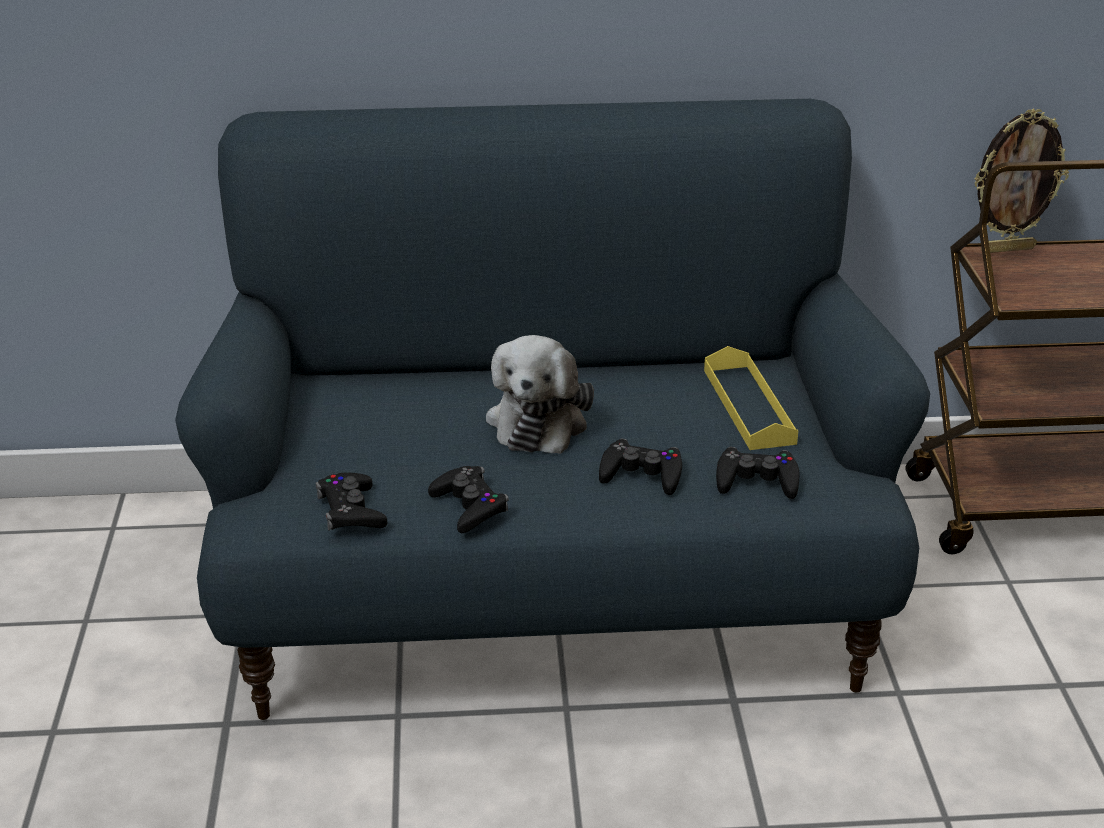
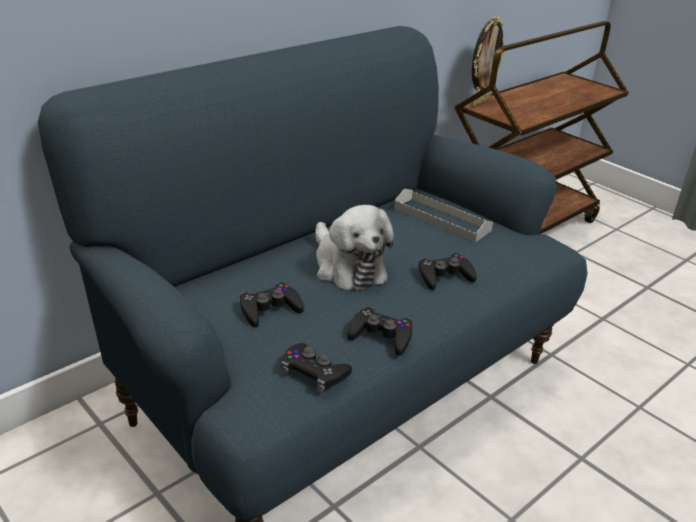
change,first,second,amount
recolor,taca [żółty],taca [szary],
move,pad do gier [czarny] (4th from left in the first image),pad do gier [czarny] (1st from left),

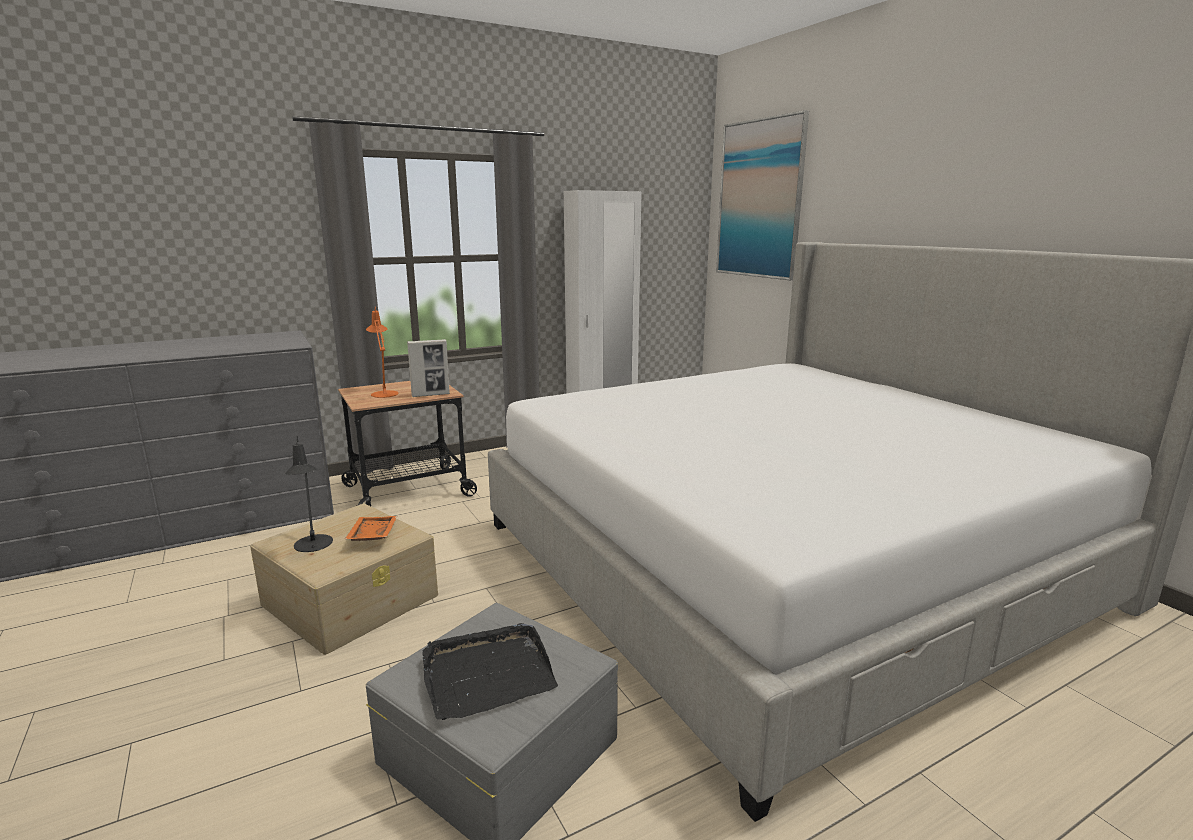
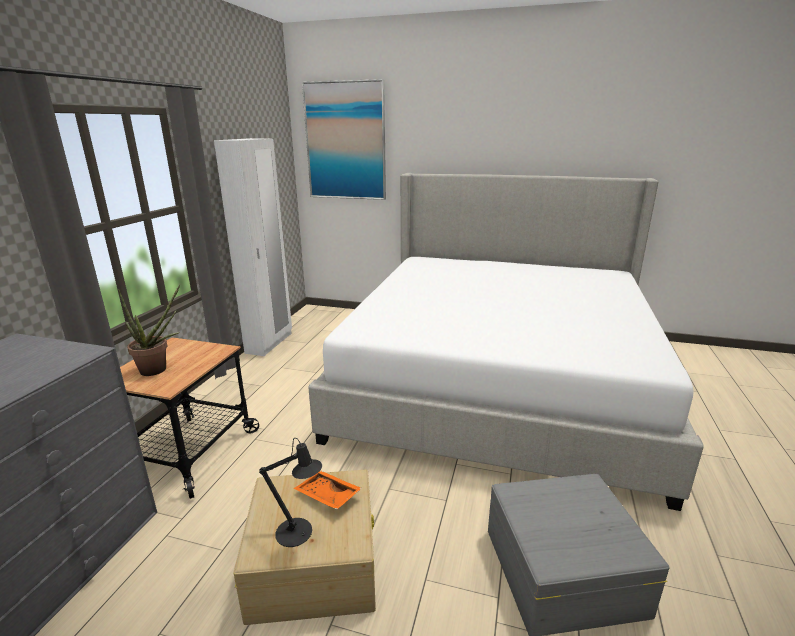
change,first,second,amount
replace,lampa stołowa [pomarańczowy],roślina doniczkowa,
delete,ramka na zdjęcie,,
delete,taca [czarny],,

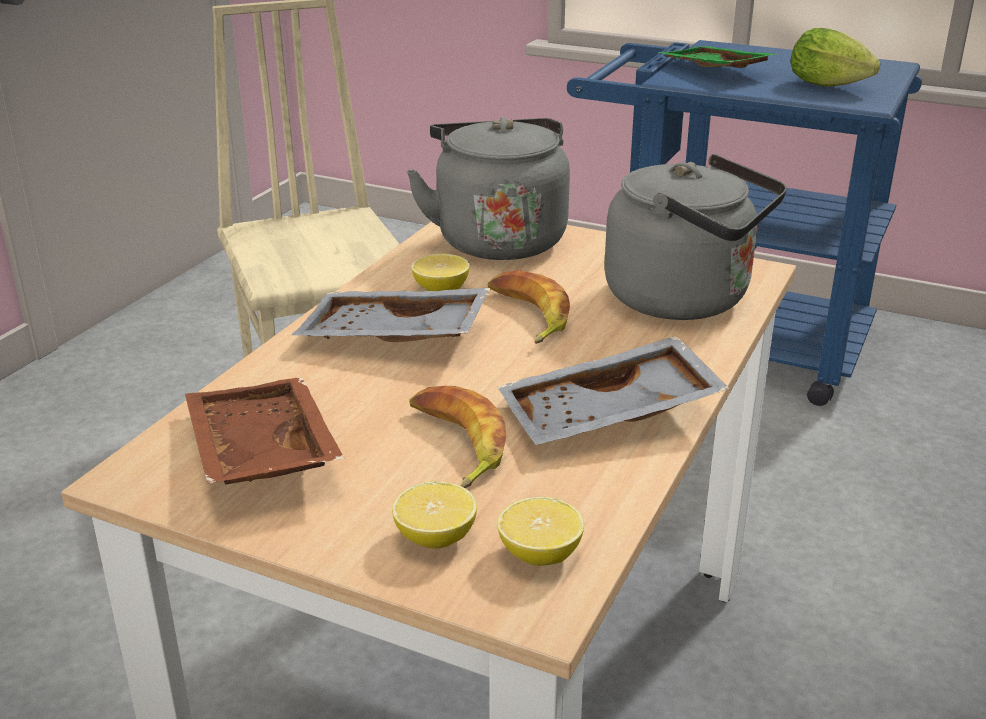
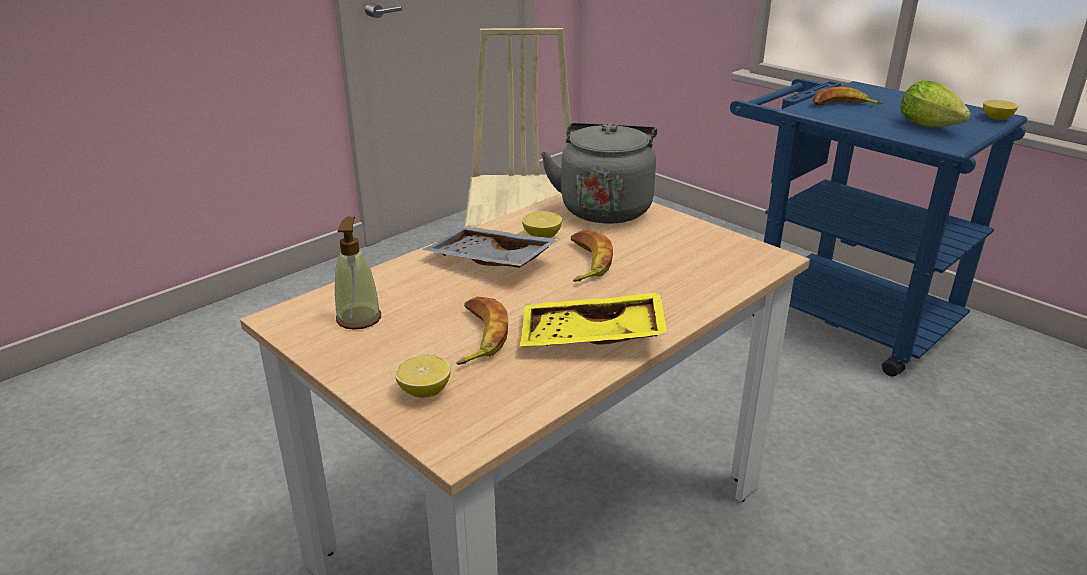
change,first,second,amount
replace,taca [brązowy],dozownik mydła,
recolor,taca [szary] (2nd from left),taca [żółty],
move,cytryna (3rd from left),,
delete,czajnik [szary] (2nd from left),,
replace,taca [zielony],banan (3rd from left),

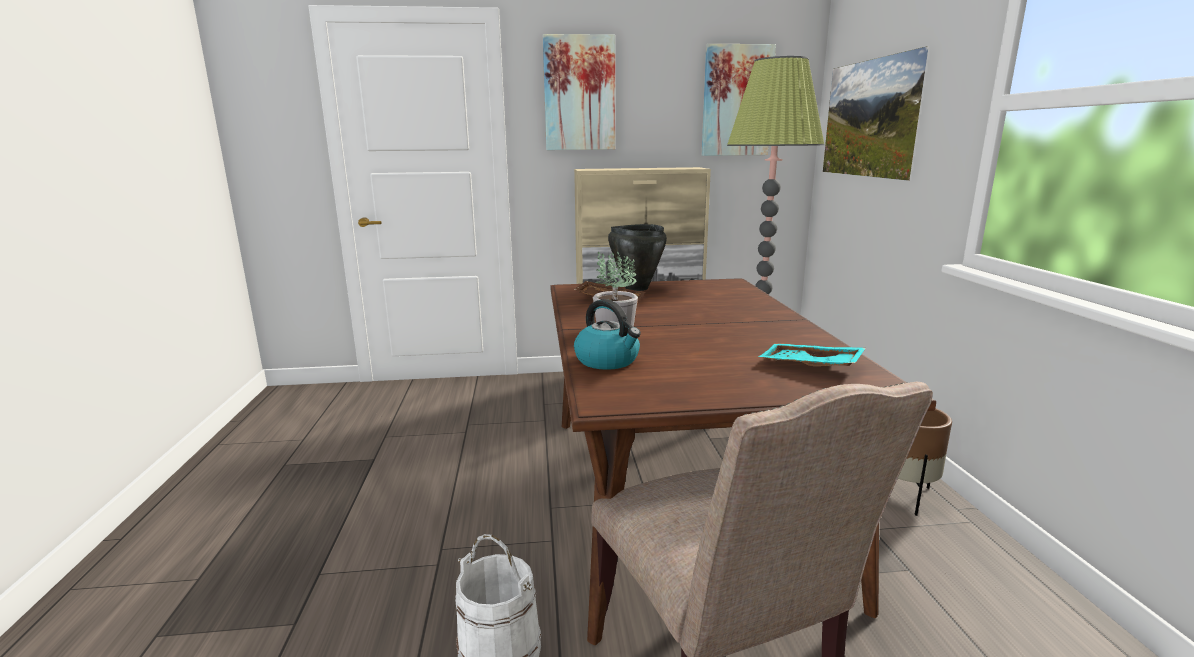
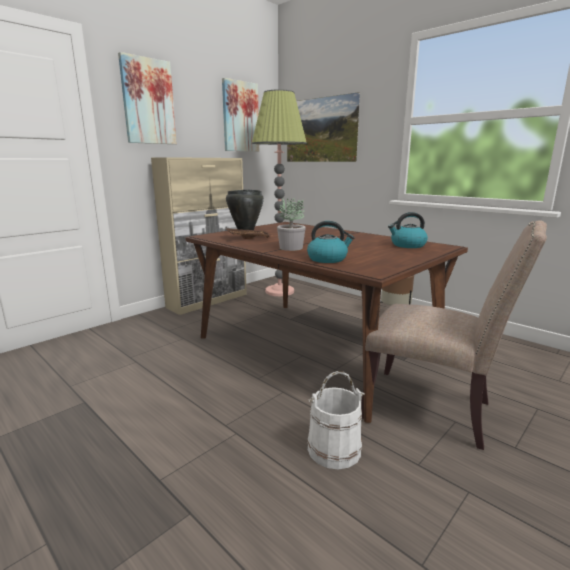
change,first,second,amount
replace,taca [turkusowy],czajnik (2nd from left),

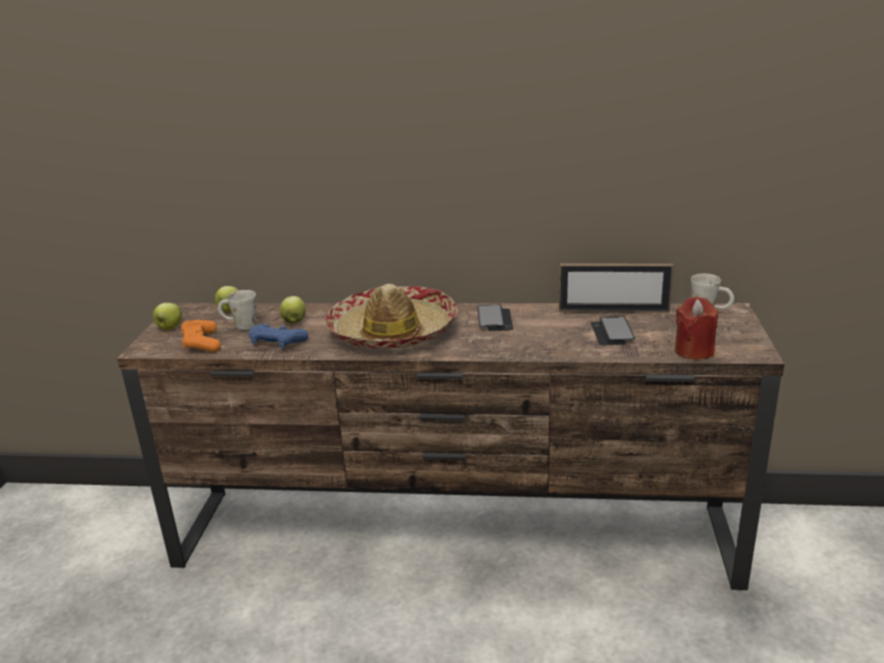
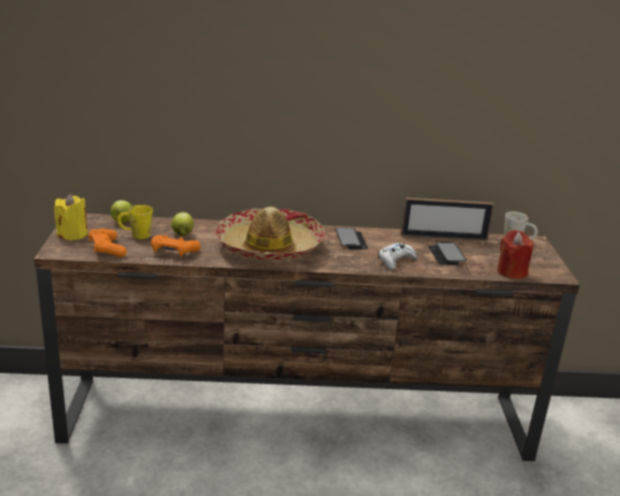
change,first,second,amount
replace,jabłko (1st from left),świeca [żółty],
recolor,kubek [biały] (1st from left),kubek [żółty],
recolor,pad do gier [niebieski],pad do gier [pomarańczowy] (2nd from left),
insert,,pad do gier [biały],

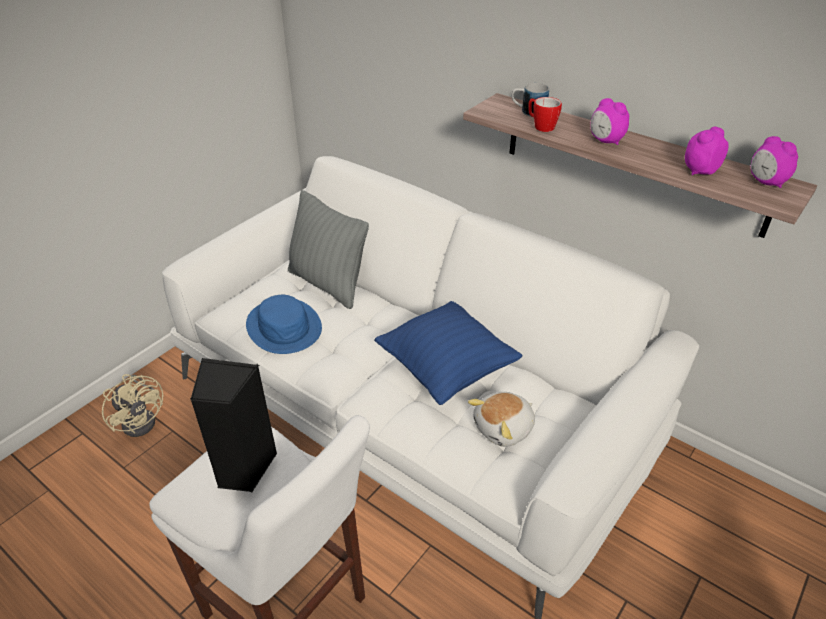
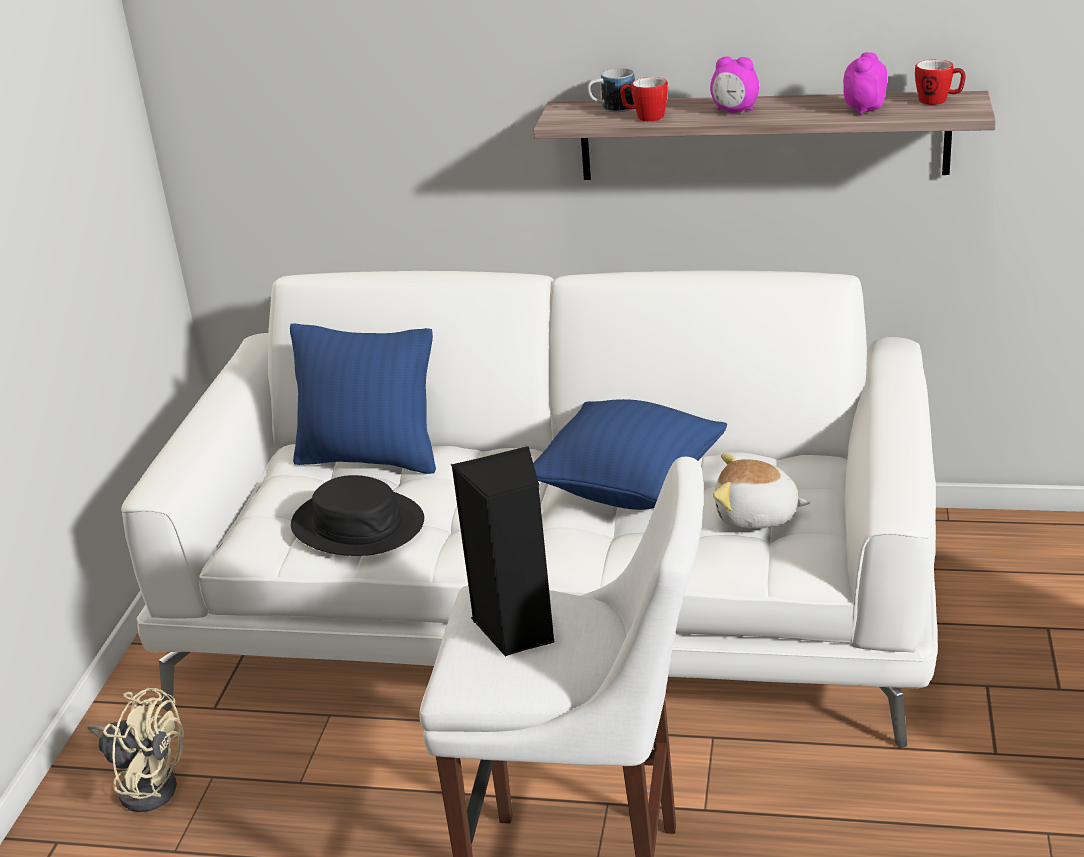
change,first,second,amount
recolor,kapelusz [niebieski],kapelusz [czarny],
recolor,poduszka [szary],poduszka [niebieski] (1st from left),
rotate,pluszak,,75 degrees clockwise
replace,budzik (3rd from left),kubek (3rd from left),

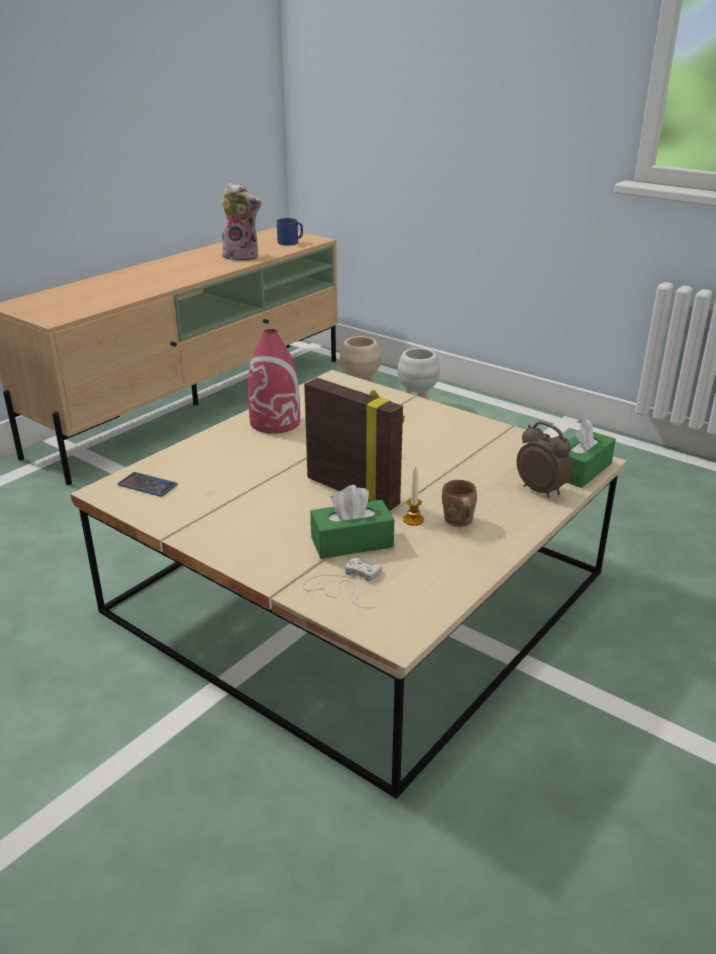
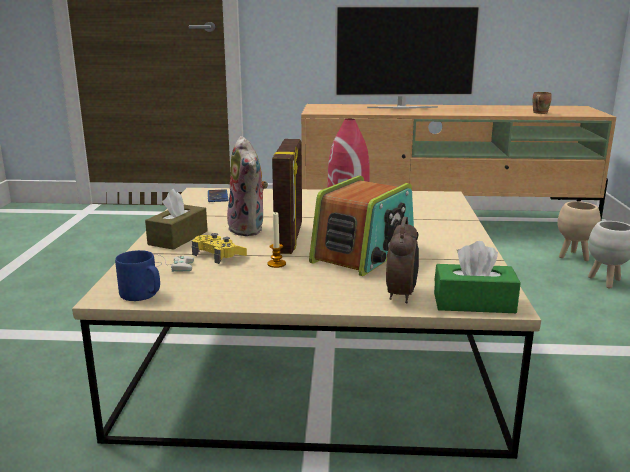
change,first,second,amount
move,pluszak,,
move,kubek [niebieski],,
replace,pudełko chusteczek [zielony] (1st from left),pad do gier [żółty],
move,kubek [brązowy],,
insert,,pudełko chusteczek [brązowy],
insert,,radio,
insert,,telewizor,

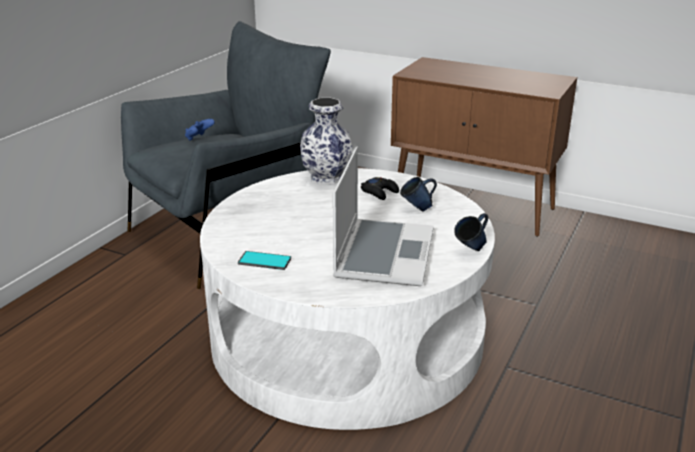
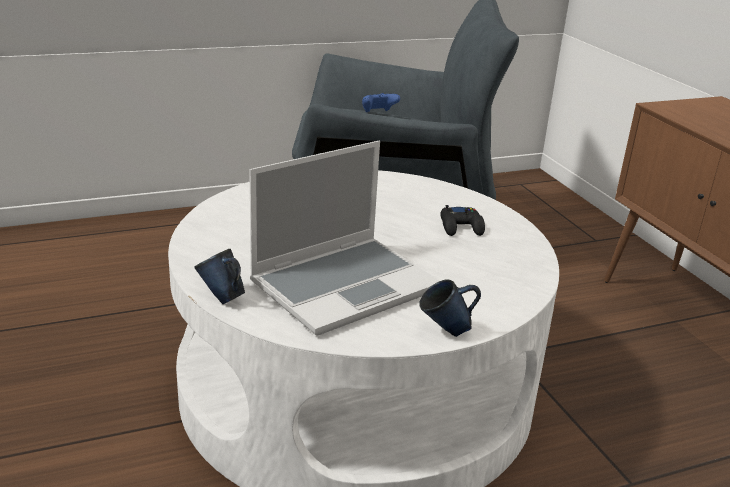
change,first,second,amount
delete,telefon,,
delete,wazon,,
move,kubek [niebieski] (1st from left),,

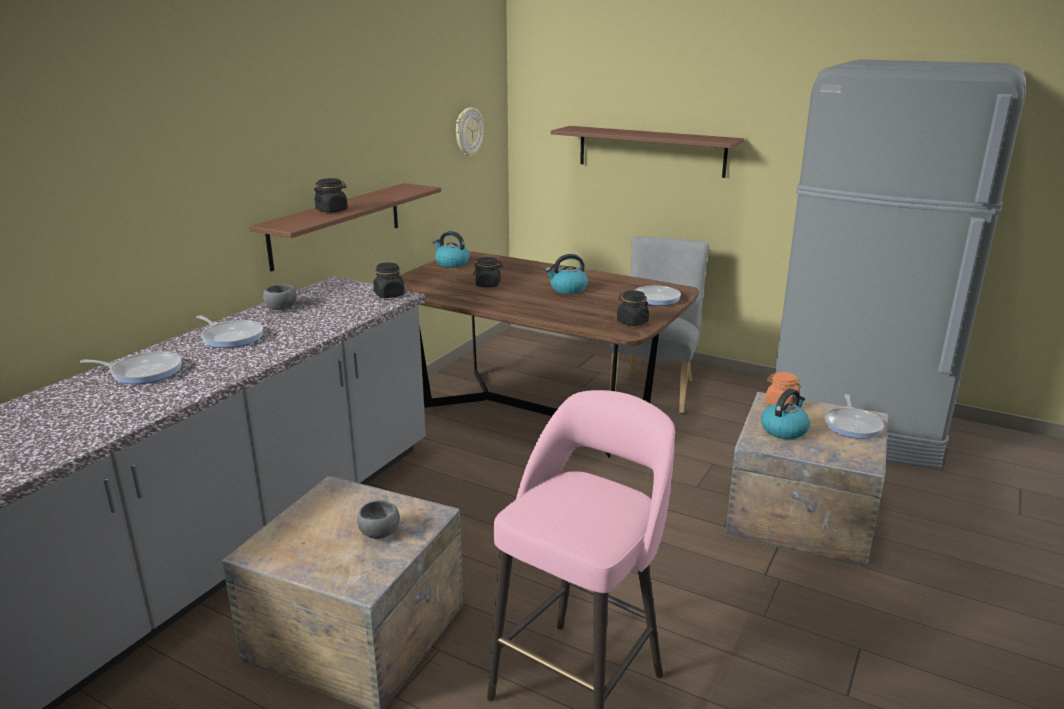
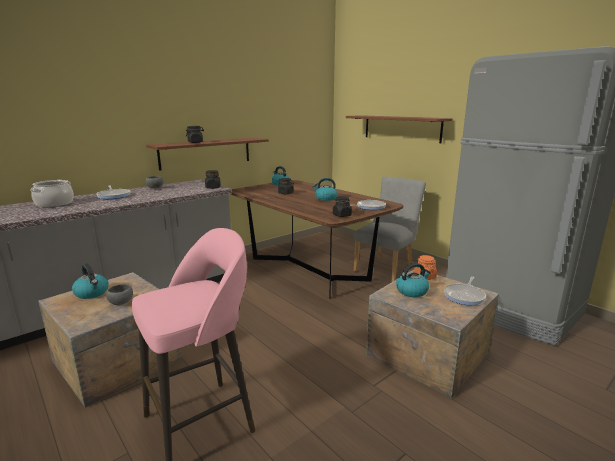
change,first,second,amount
replace,patelnia (1st from left),garnek,
delete,zegar ścienny,,
insert,,czajnik (1st from left),

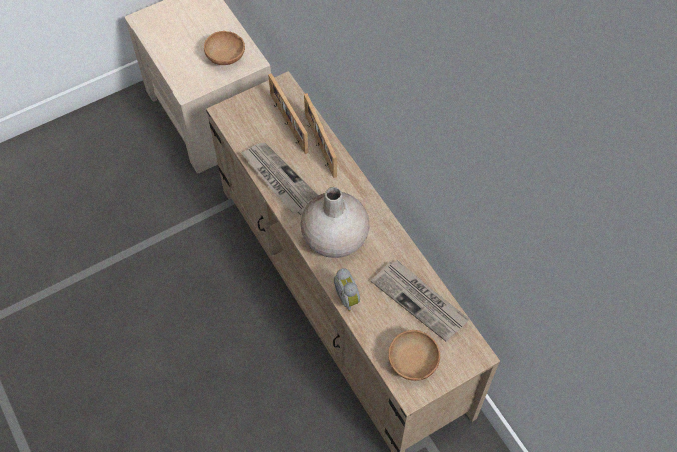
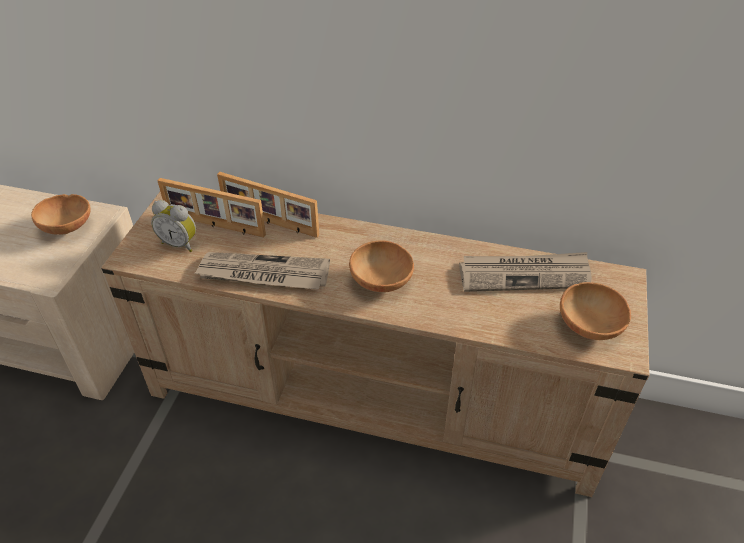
change,first,second,amount
replace,wazon [beżowy],miska [brązowy] (2nd from left),
move,budzik,,

